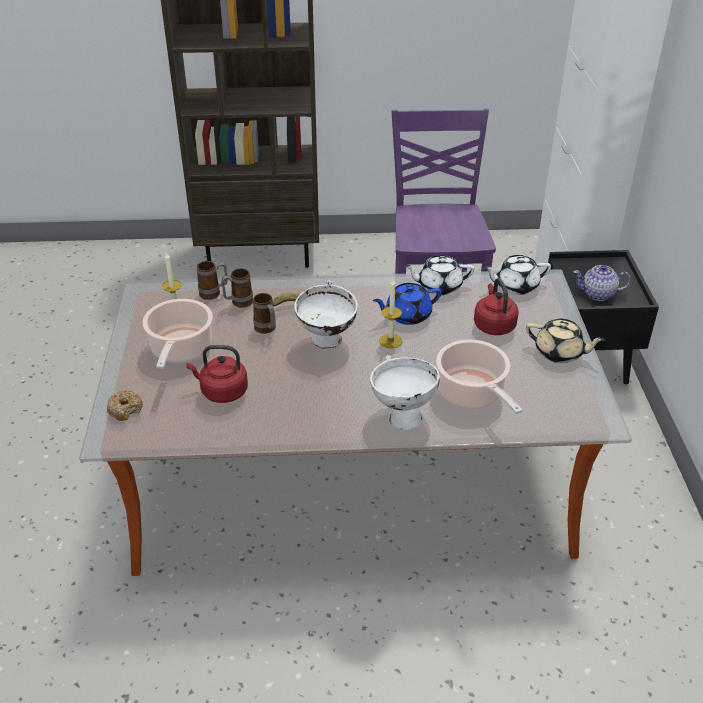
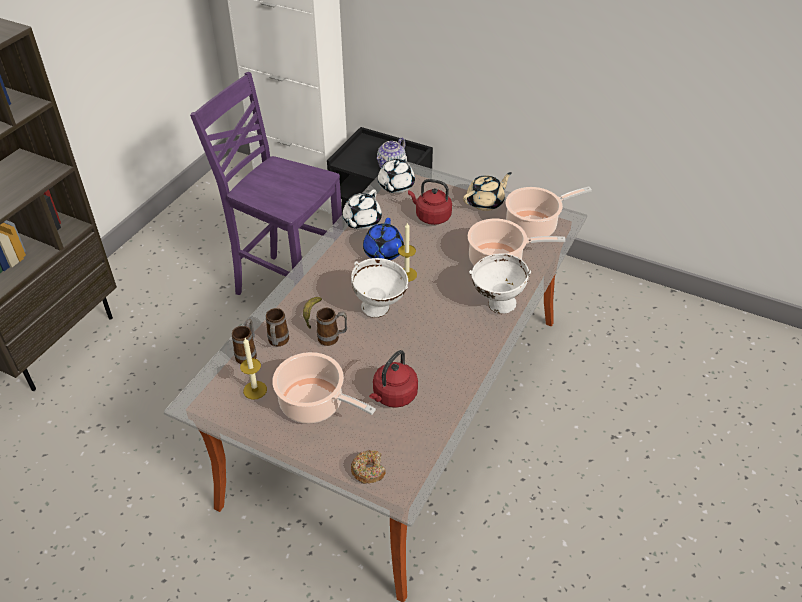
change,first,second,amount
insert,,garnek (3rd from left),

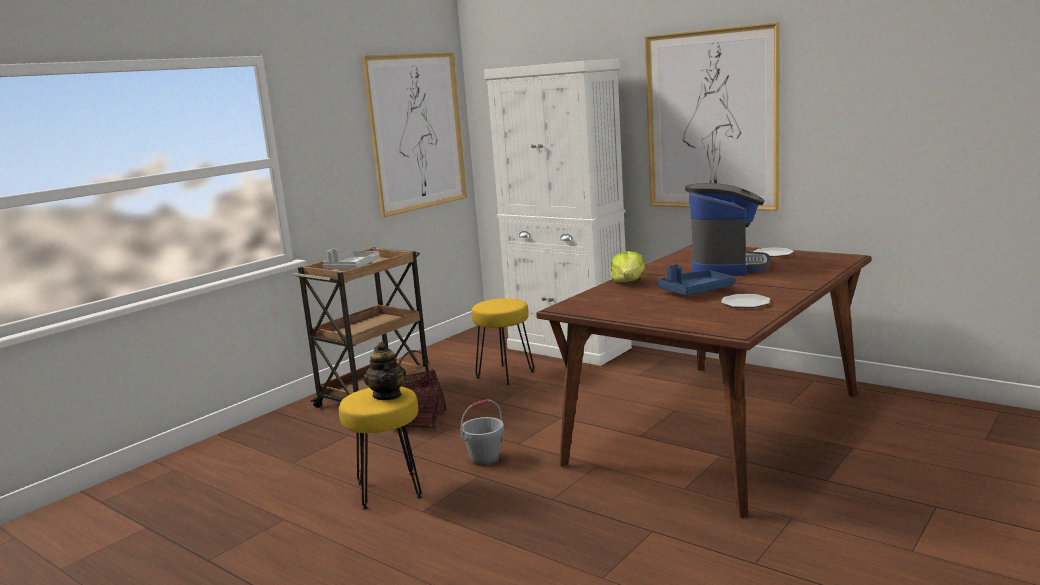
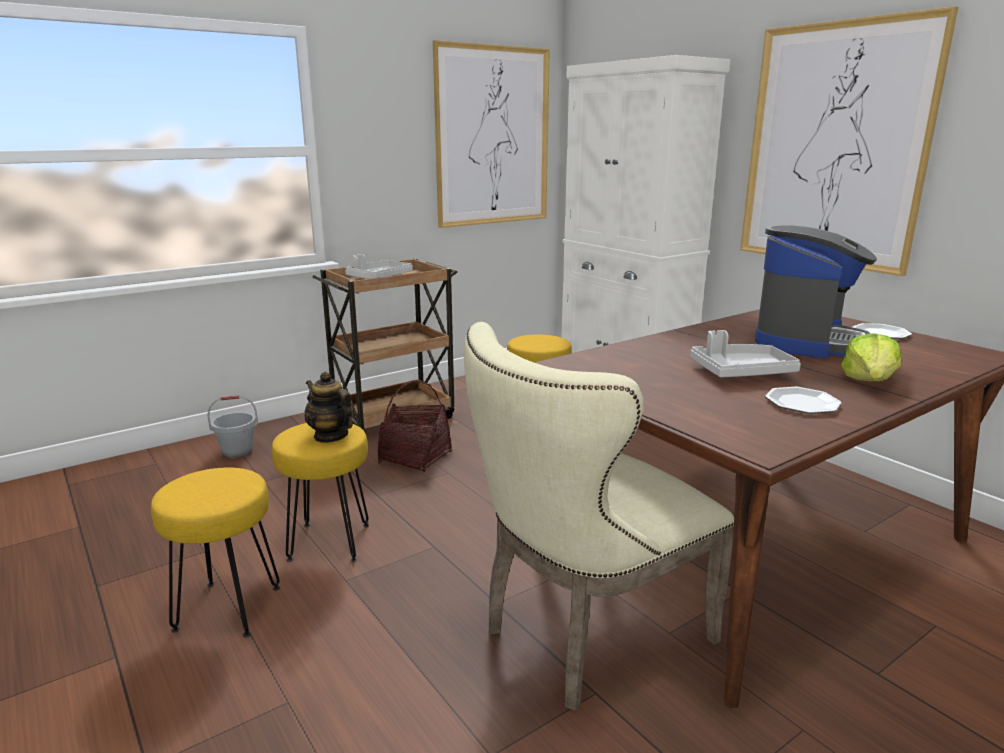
change,first,second,amount
rotate,imbryk,,135 degrees clockwise
move,wiadro [szary],,
move,sałata,,
recolor,taca [niebieski],taca [szary] (2nd from left),
insert,,stołek [żółty] (1st from left),
insert,,krzesło [beżowy],

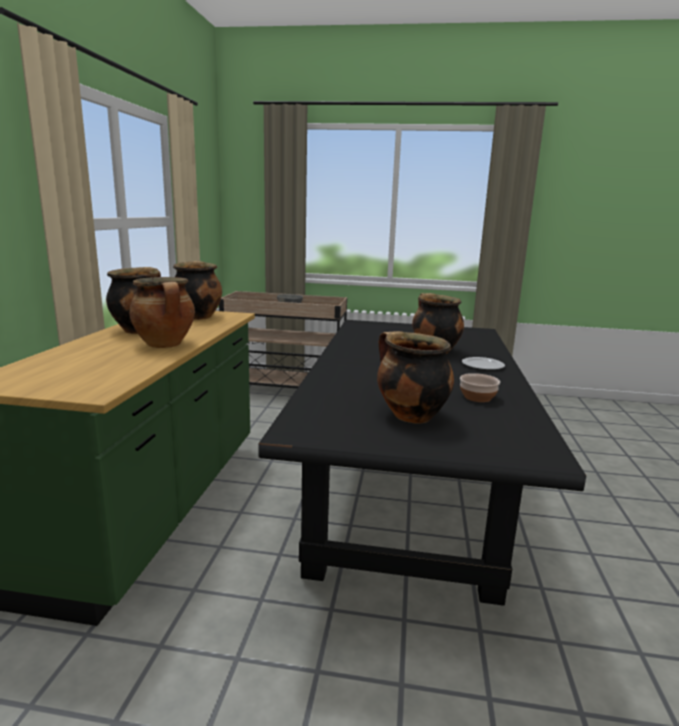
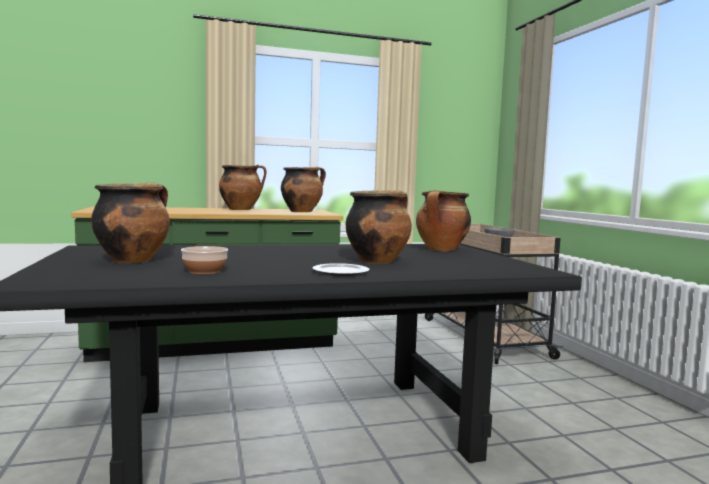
change,first,second,amount
move,garnek (2nd from left in the first image),garnek (5th from left),

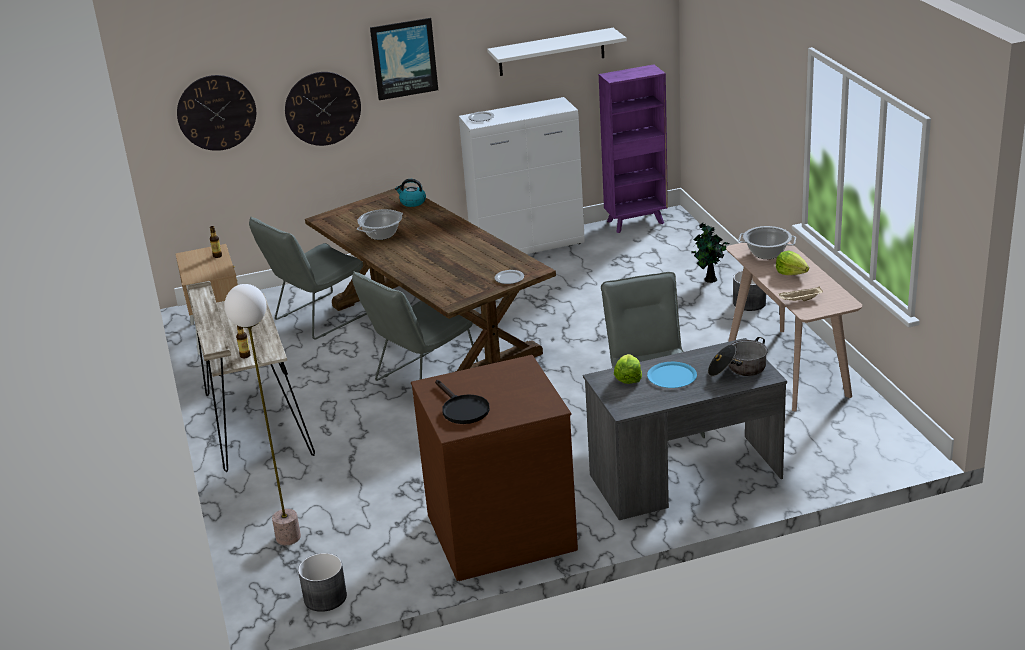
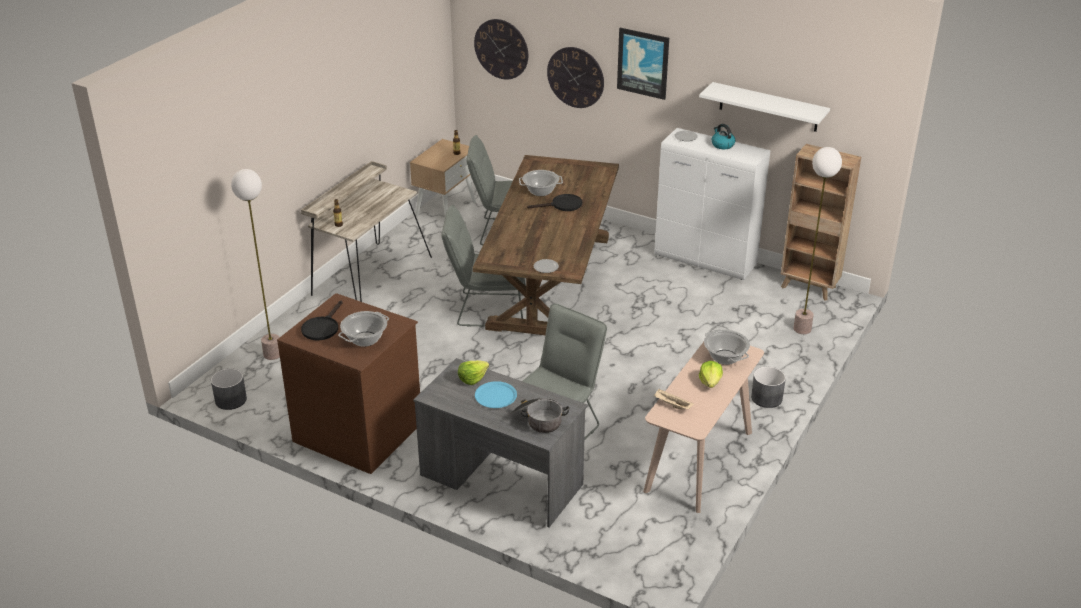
change,first,second,amount
move,czajnik,,
recolor,regał [fioletowy],regał [brązowy],
delete,roślina doniczkowa,,
insert,,garnek (1st from left),
insert,,patelnia [czarny] (2nd from left),
insert,,lampa stojąca (2nd from left),

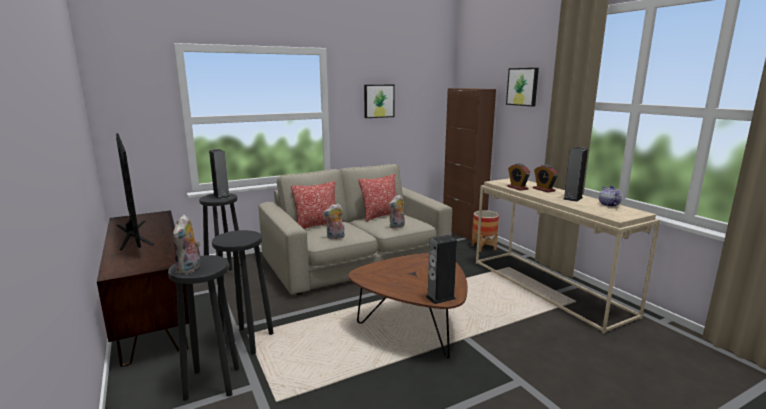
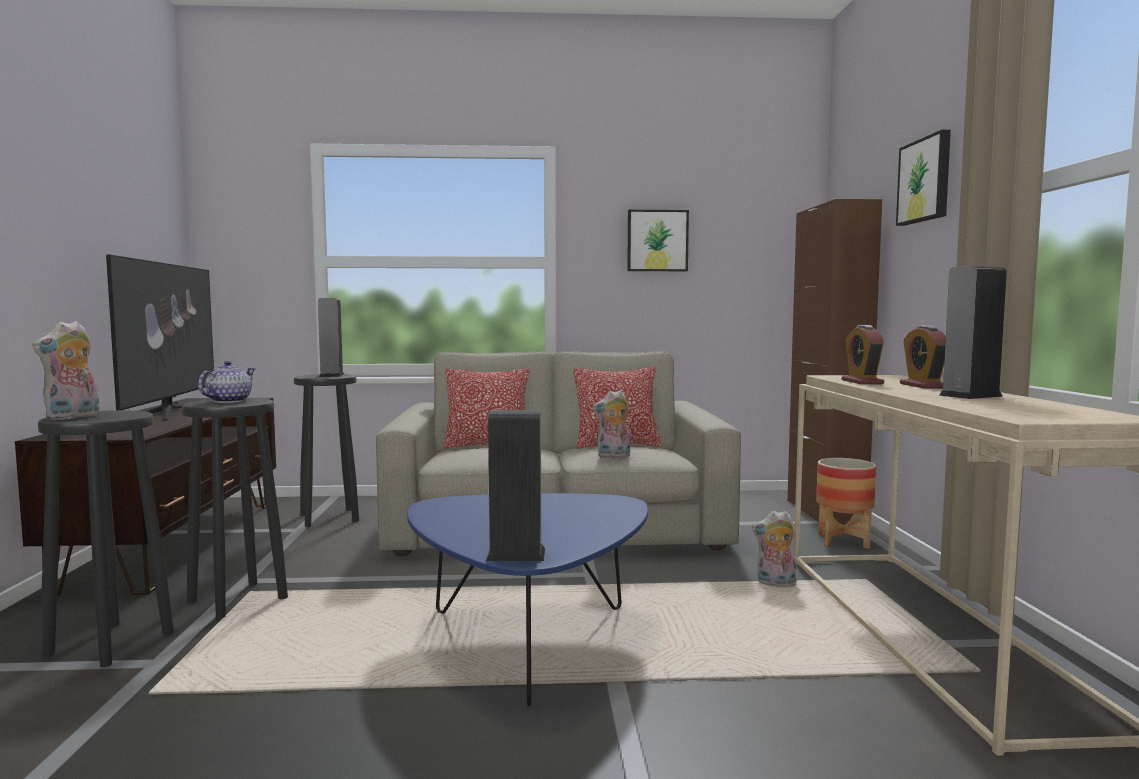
change,first,second,amount
move,pluszak (2nd from left in the first image),pluszak (3rd from left),
recolor,ława [brązowy],ława [niebieski],
move,imbryk,,

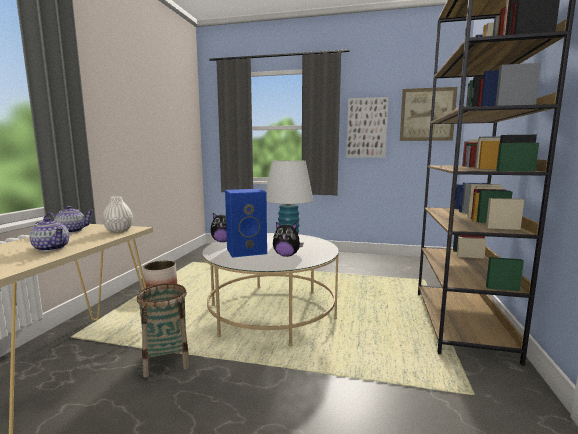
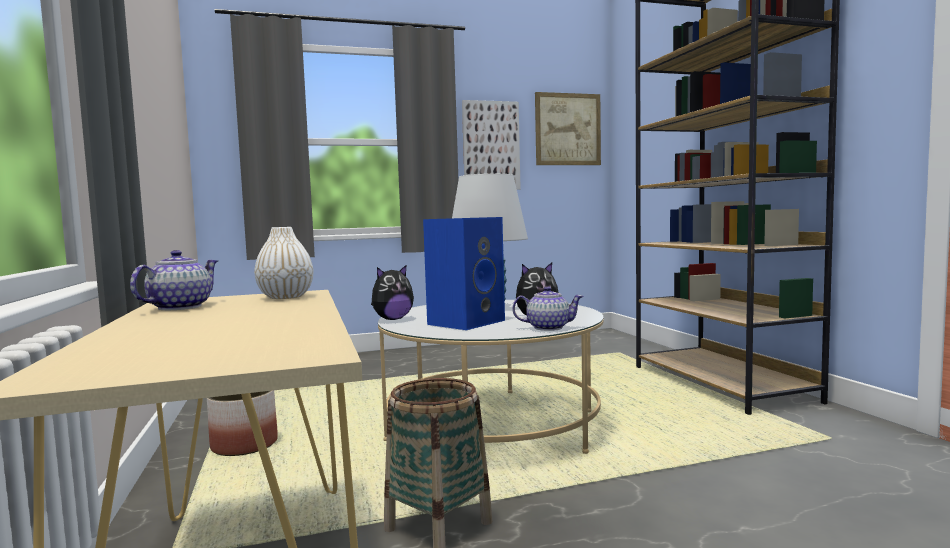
change,first,second,amount
move,imbryk (1st from left in the first image),imbryk (2nd from left),

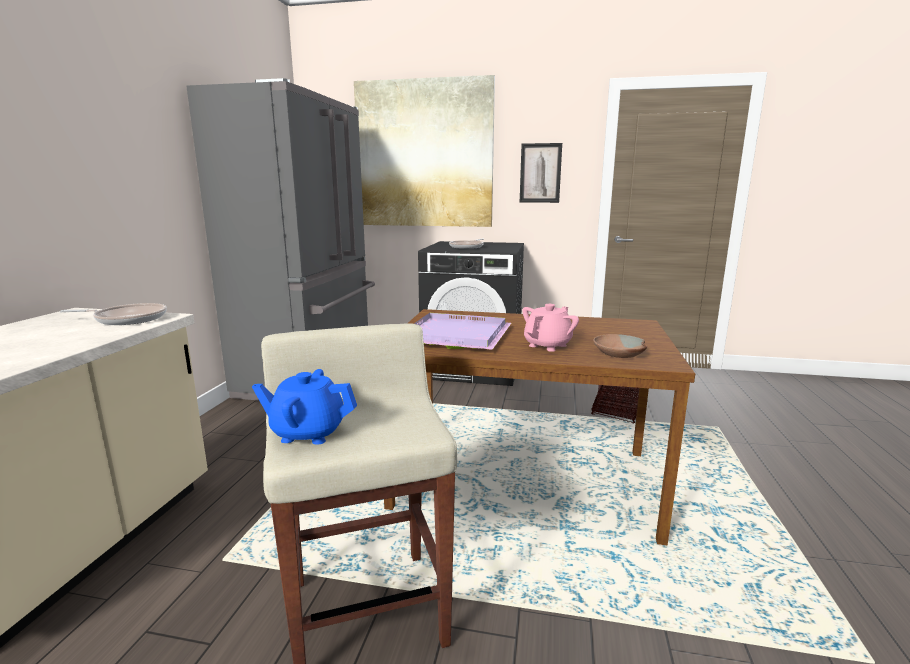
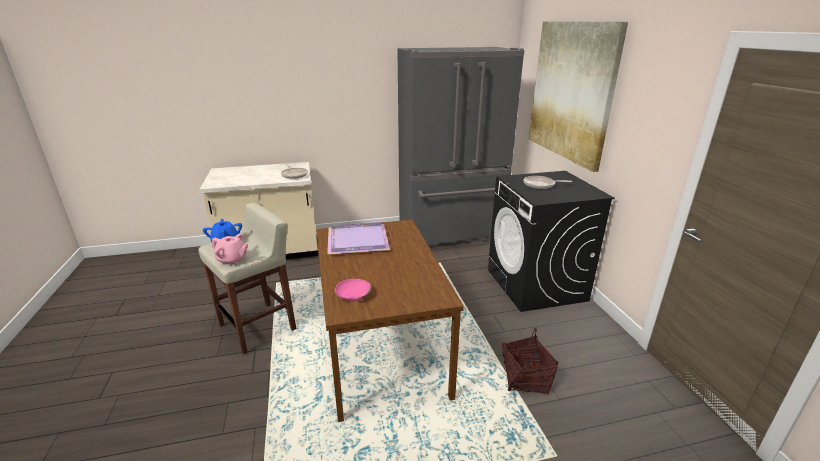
change,first,second,amount
delete,obraz (2nd from left),,
move,imbryk [różowy],,
recolor,miska [brązowy],miska [różowy],

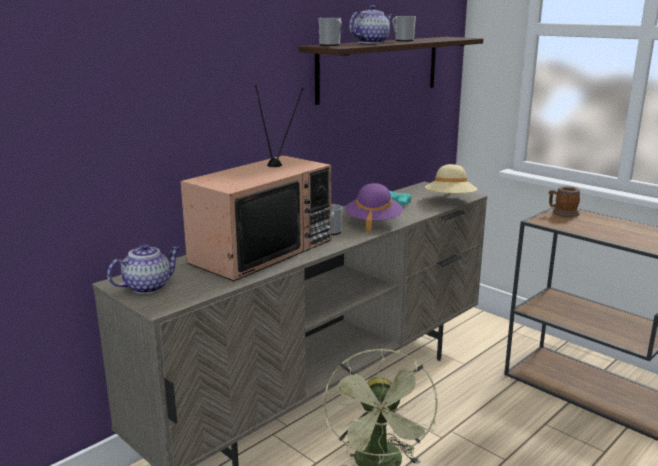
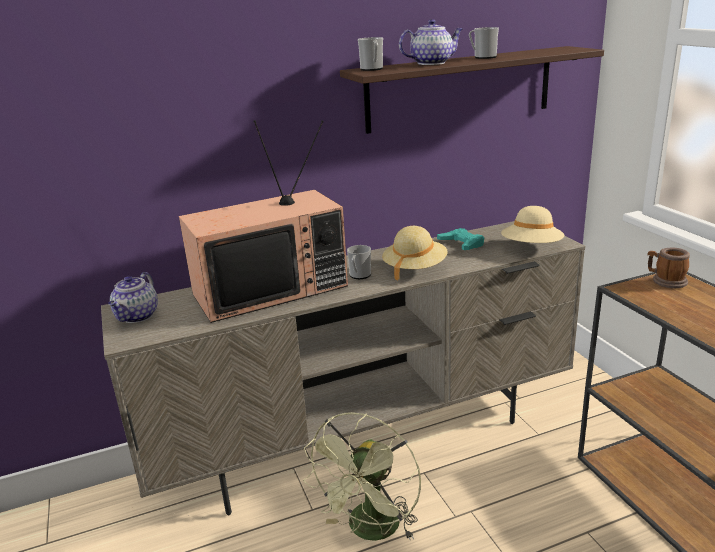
change,first,second,amount
rotate,imbryk (1st from left),,120 degrees clockwise
recolor,kapelusz [fioletowy],kapelusz [beżowy] (1st from left),

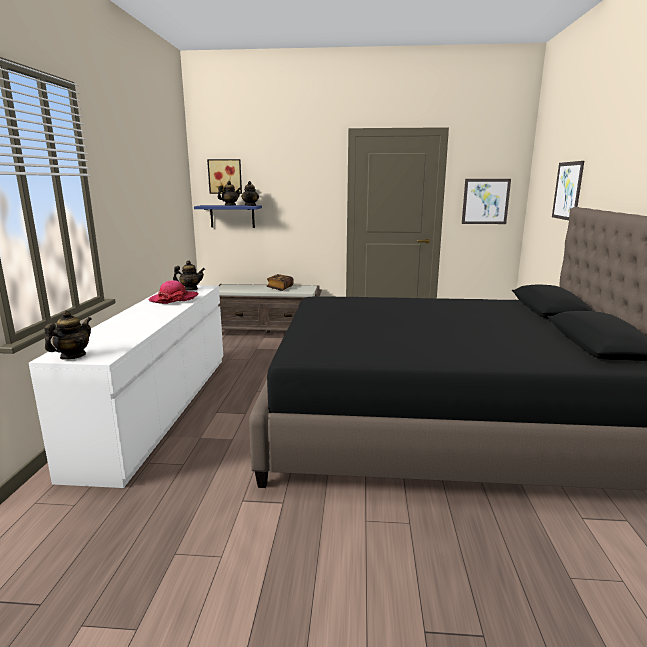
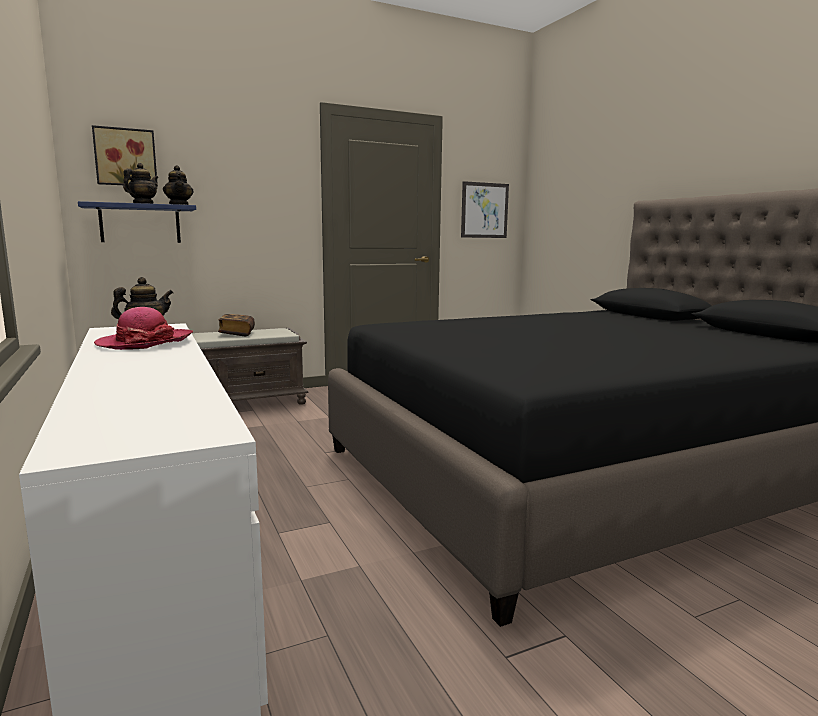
change,first,second,amount
delete,imbryk (1st from left),,
delete,obraz (3rd from left),,

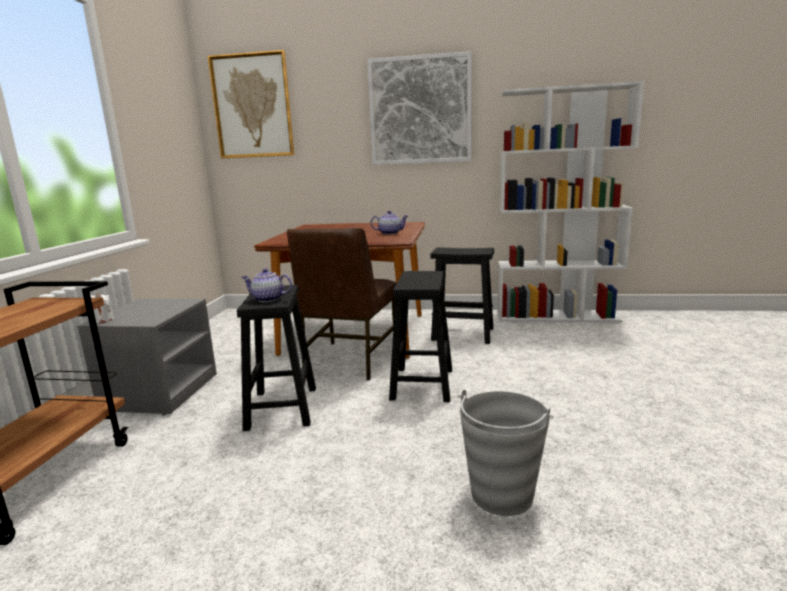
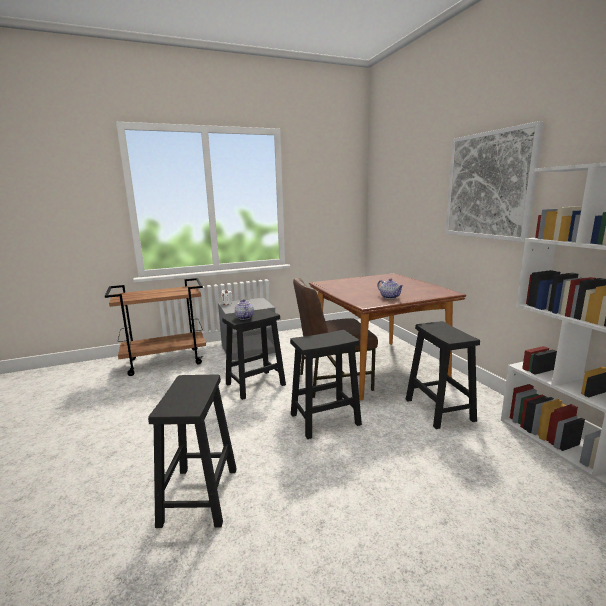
change,first,second,amount
delete,obraz (1st from left),,
replace,wiadro [szary],stołek [czarny] (1st from left),

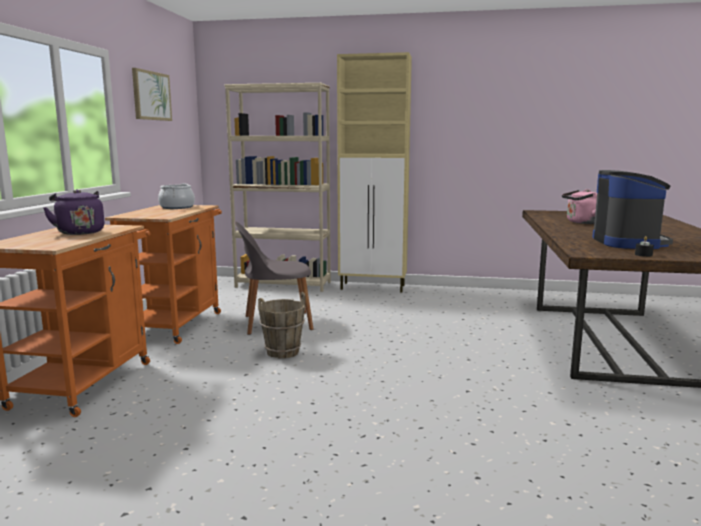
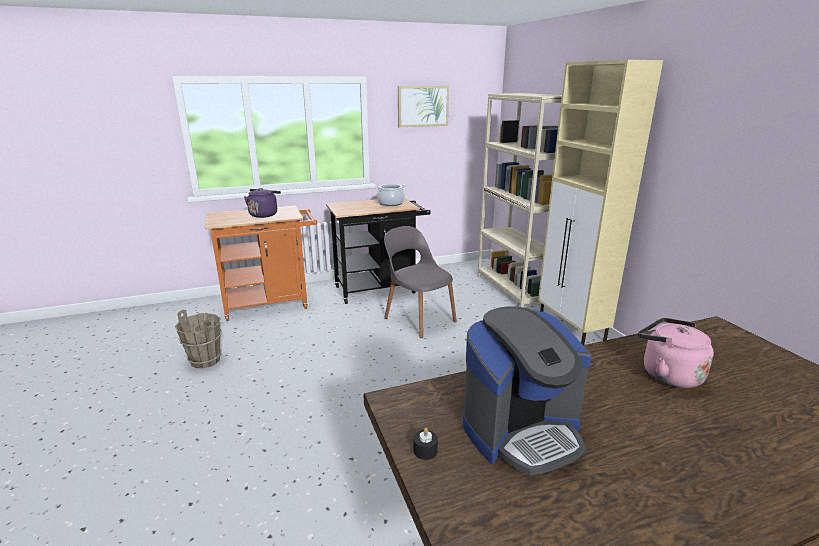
change,first,second,amount
recolor,wózek [pomarańczowy] (2nd from left),wózek [czarny],
move,wiadro [brązowy],,

